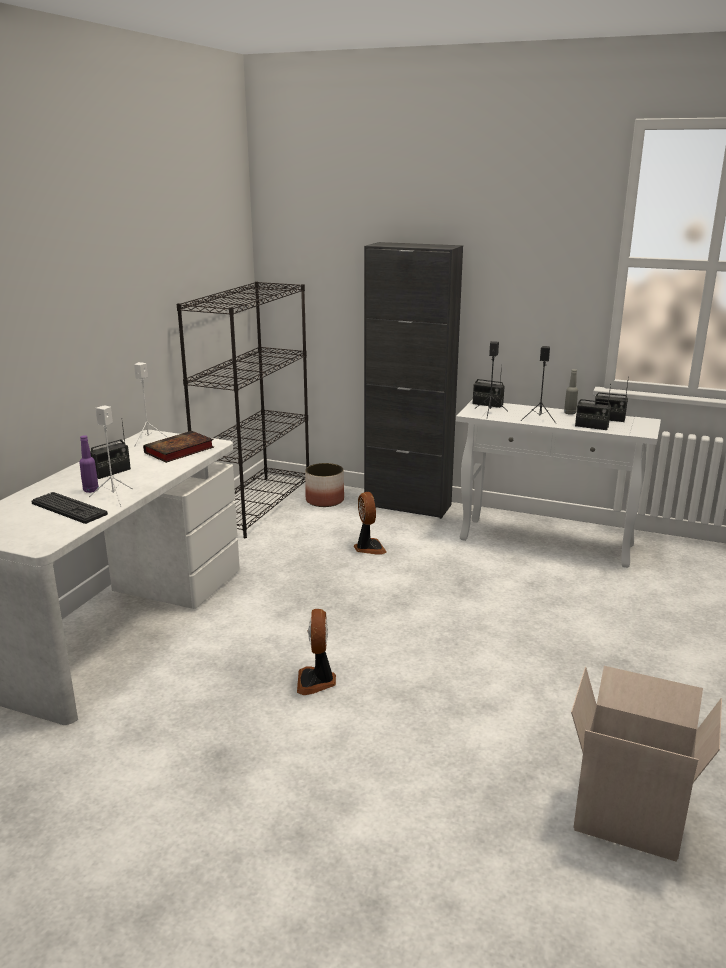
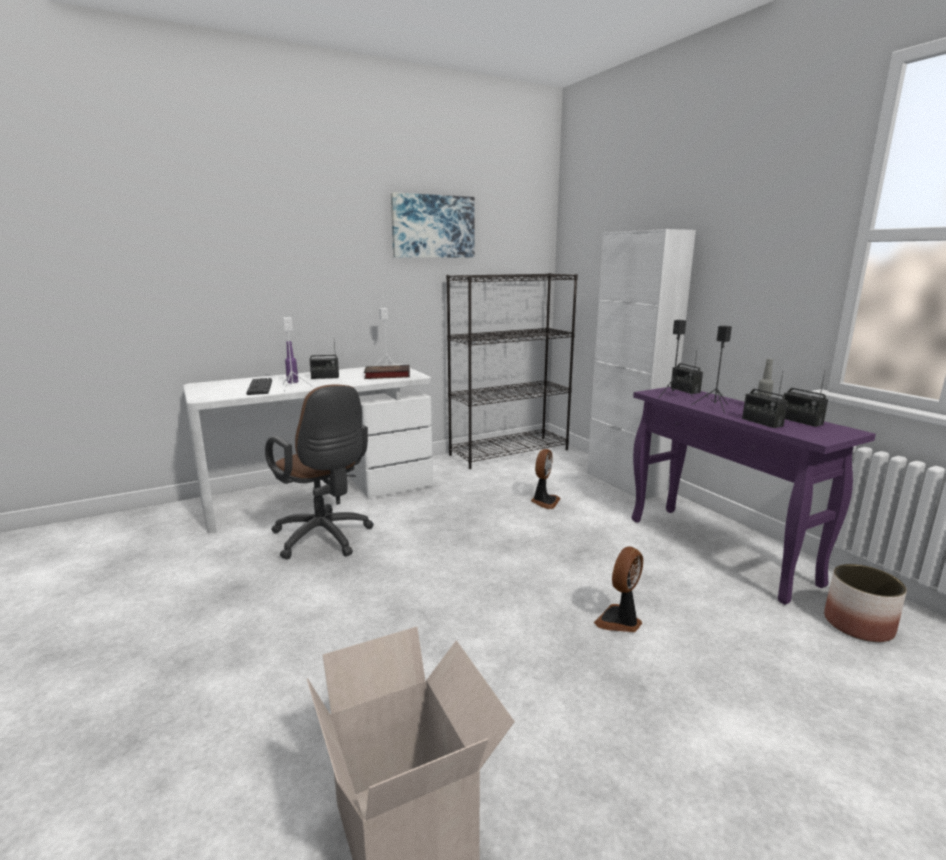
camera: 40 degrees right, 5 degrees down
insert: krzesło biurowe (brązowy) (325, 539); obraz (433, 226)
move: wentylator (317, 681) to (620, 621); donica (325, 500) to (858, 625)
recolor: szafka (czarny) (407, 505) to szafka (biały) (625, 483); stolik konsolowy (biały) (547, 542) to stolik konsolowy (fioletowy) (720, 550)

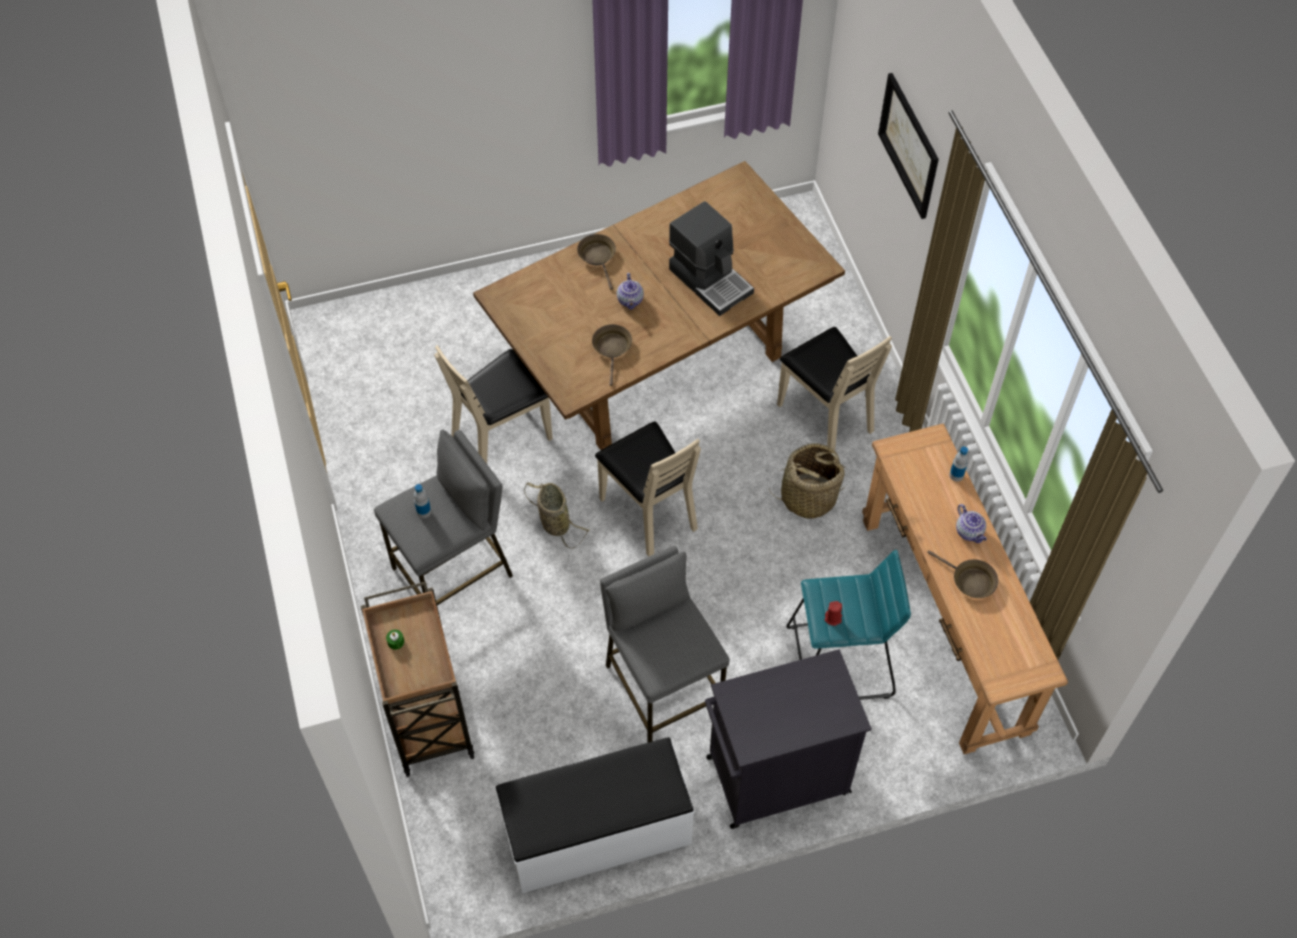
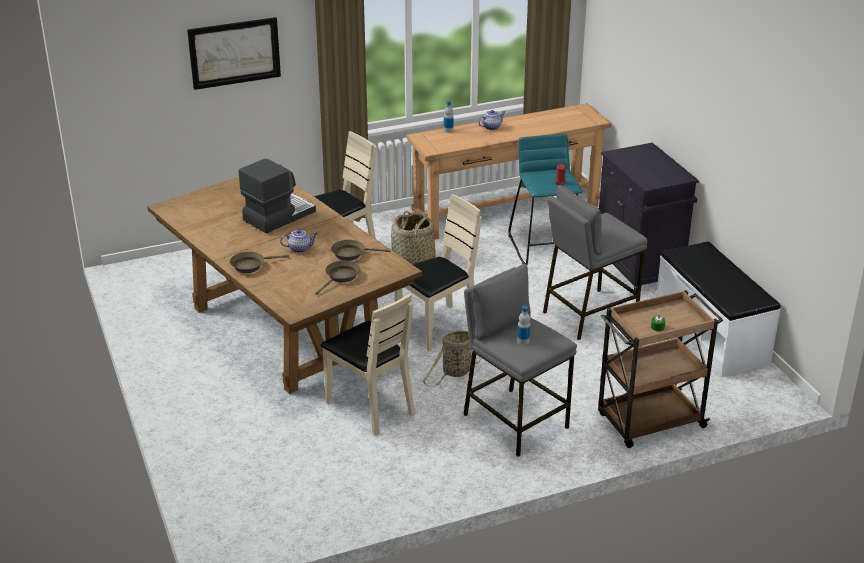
camera: 95 degrees left, 25 degrees down
move: patelnia (brązowy) (970, 580) to (341, 277)

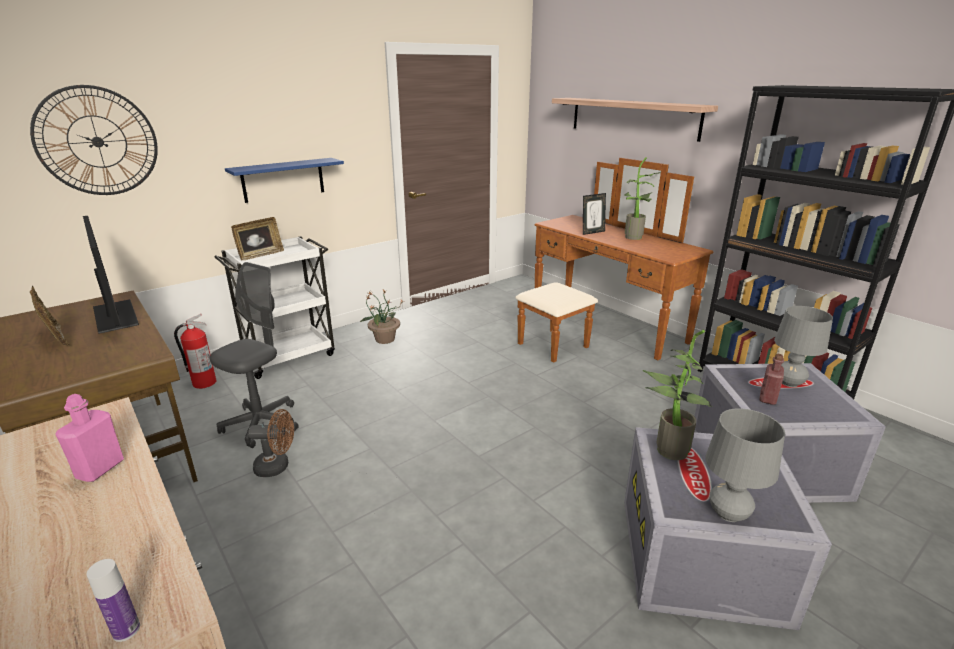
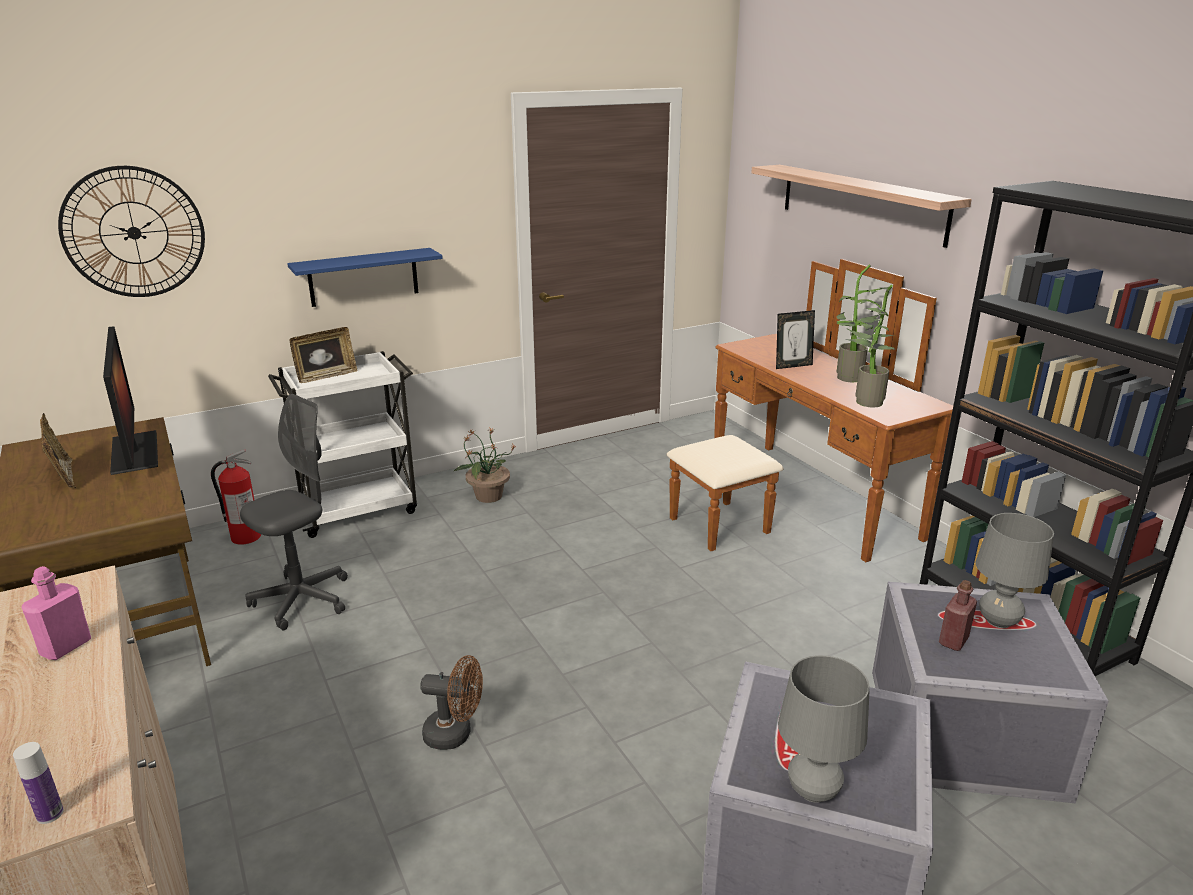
camera: 10 degrees right, 0 degrees up
move: wentylator (brązowy) (277, 466) to (455, 734); roślina doniczkowa (666, 450) to (864, 402)

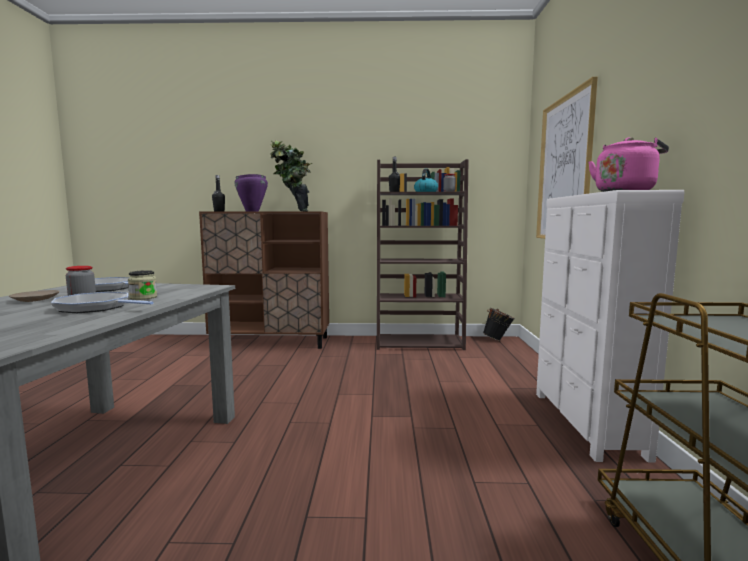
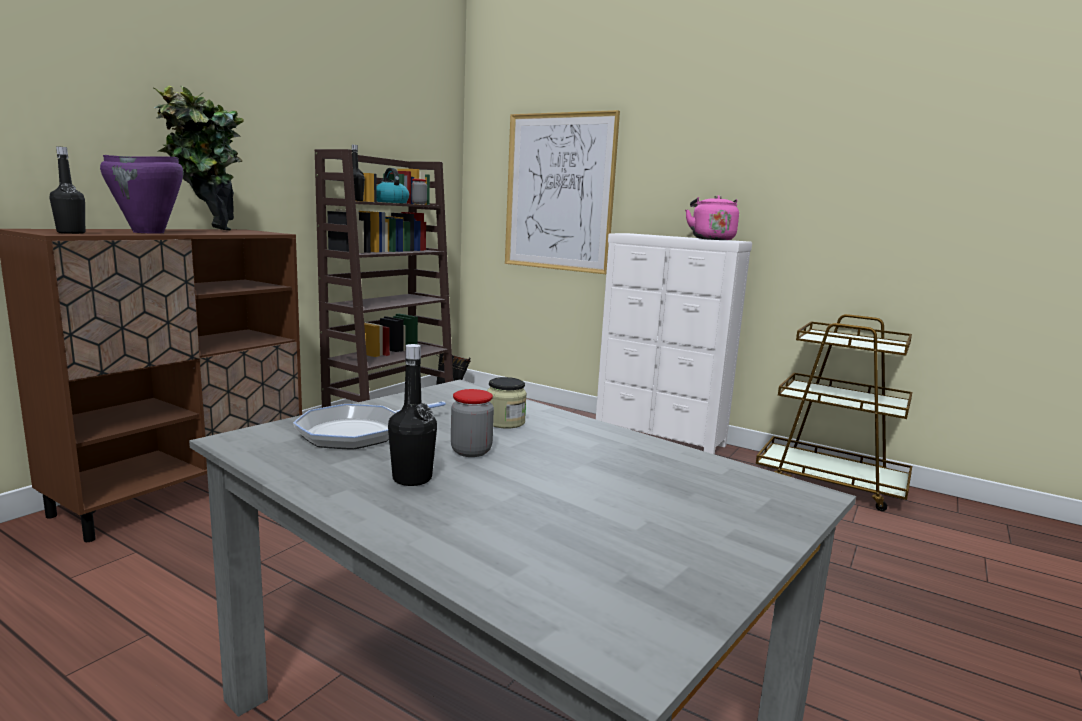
camera: 60 degrees left, 5 degrees up
delete: patelnia (96, 307)
replace: talerz (beżowy) (35, 300) to butelka (czarny) (412, 479)

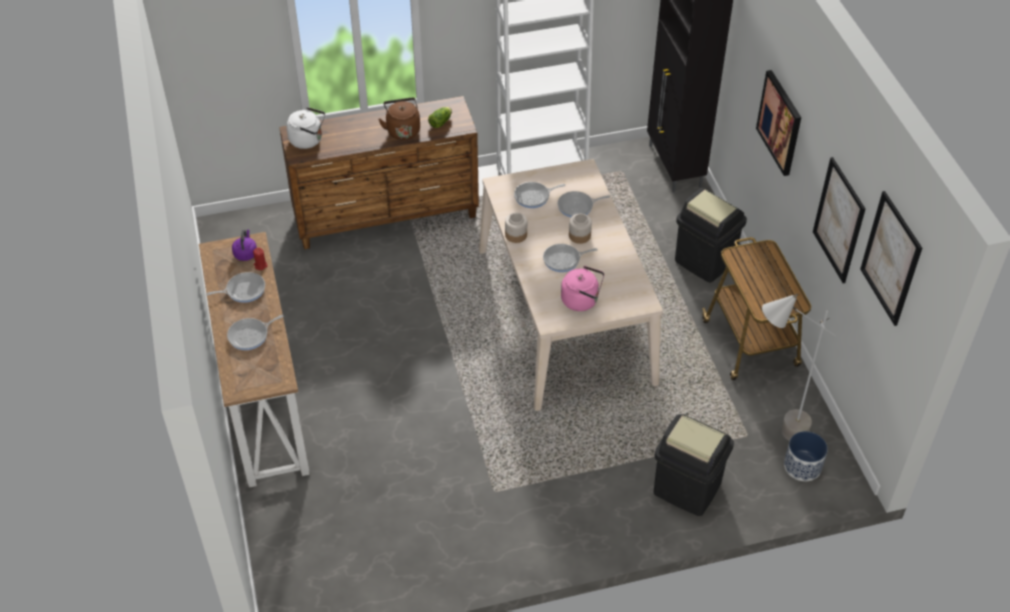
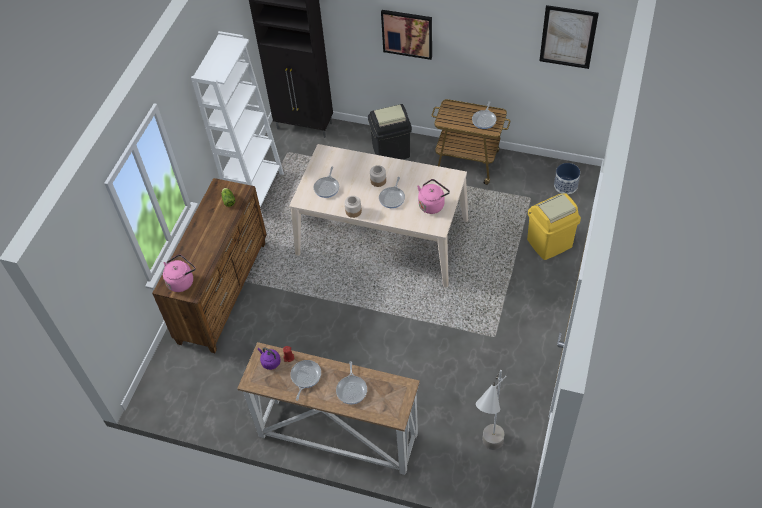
camera: 55 degrees left, 5 degrees up
delete: czajnik (brązowy) (402, 130); obraz (839, 220)
move: patelnia (577, 206) to (484, 120); lampa stojąca (szary) (772, 435) to (487, 455)
recolor: czajnik (biały) (308, 140) to czajnik (różowy) (182, 281); kosz na śmieci (czarny) (686, 489) to kosz na śmieci (żółty) (549, 243)

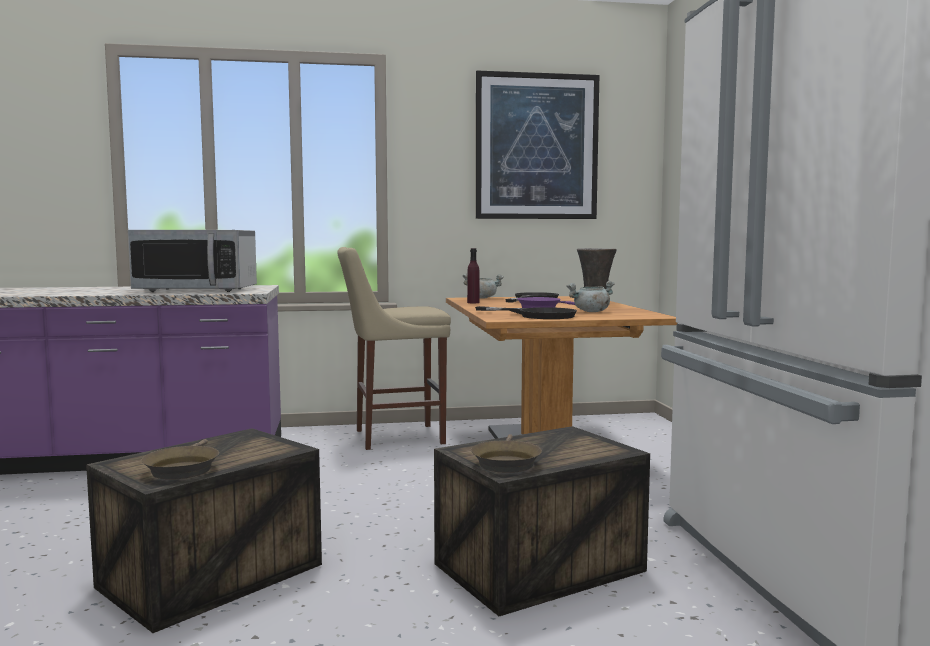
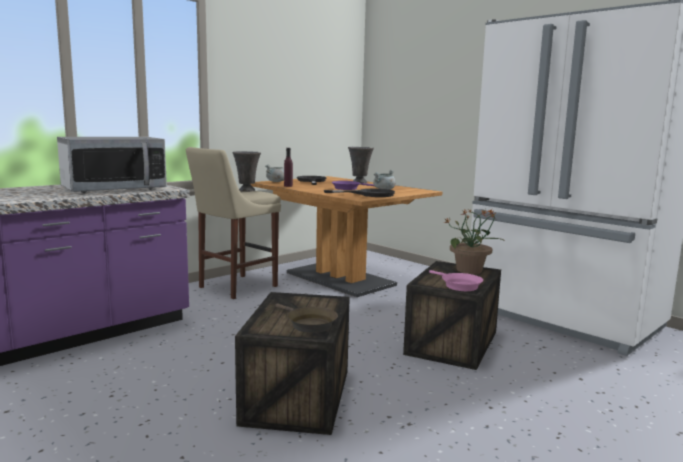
camera: 35 degrees left, 5 degrees up
delete: obraz (537, 147)
insert: wazon (szary) (247, 190); roślina doniczkowa (470, 270)
recolor: patelnia (brązowy) (505, 462) to patelnia (różowy) (458, 285)

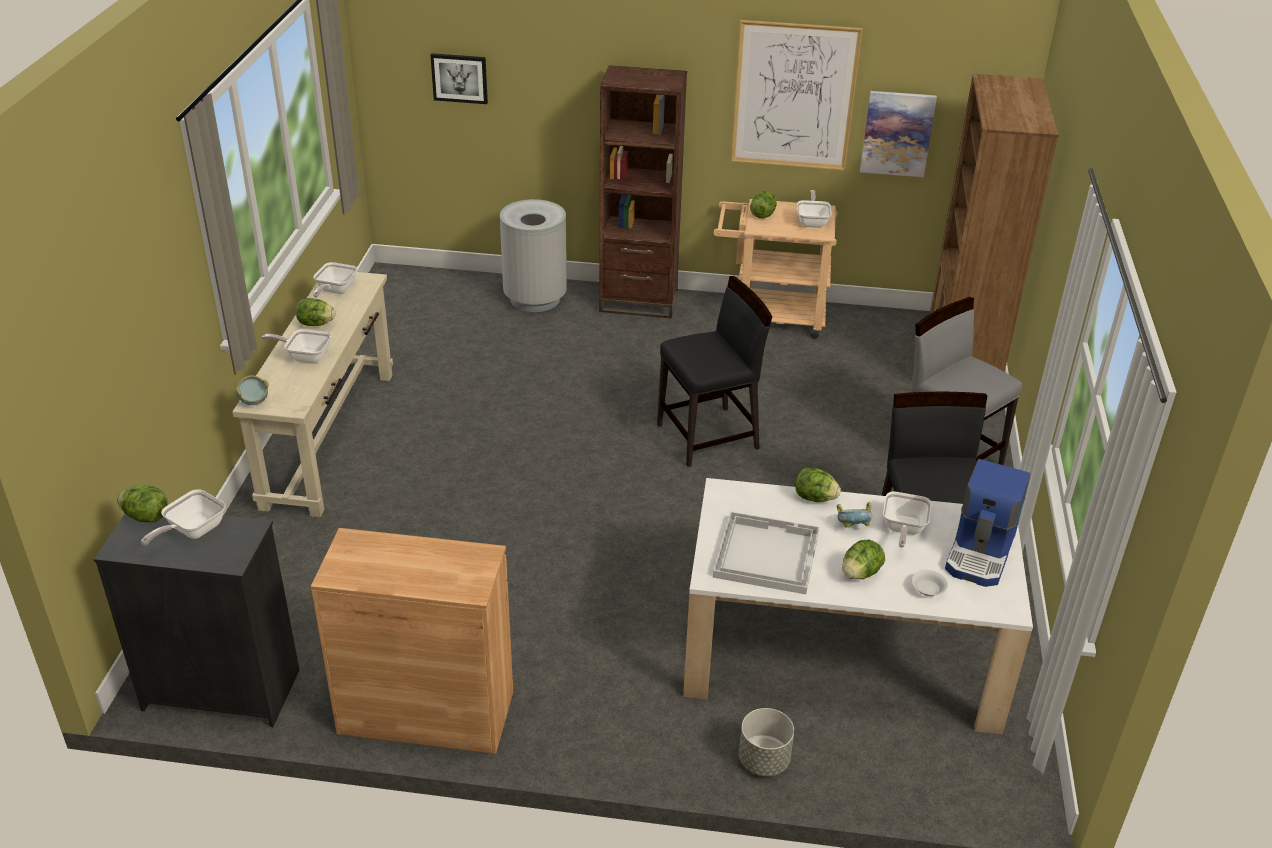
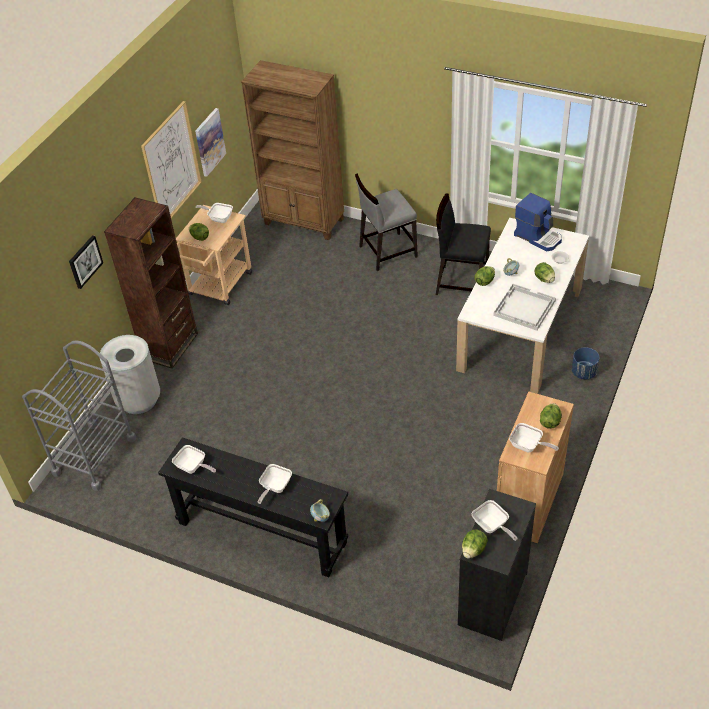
camera: 70 degrees left, 10 degrees up
delete: krzesło (czarny) (709, 436)
insert: wózek (szary) (94, 456)
move: sałata (316, 324) to (550, 422); obraz (459, 78) to (85, 261); patelnia (902, 529) to (528, 446)
recolor: stolik konsolowy (beżowy) (330, 438) to stolik konsolowy (czarny) (262, 532); donica (szary) (764, 761) to donica (niebieski) (584, 372)

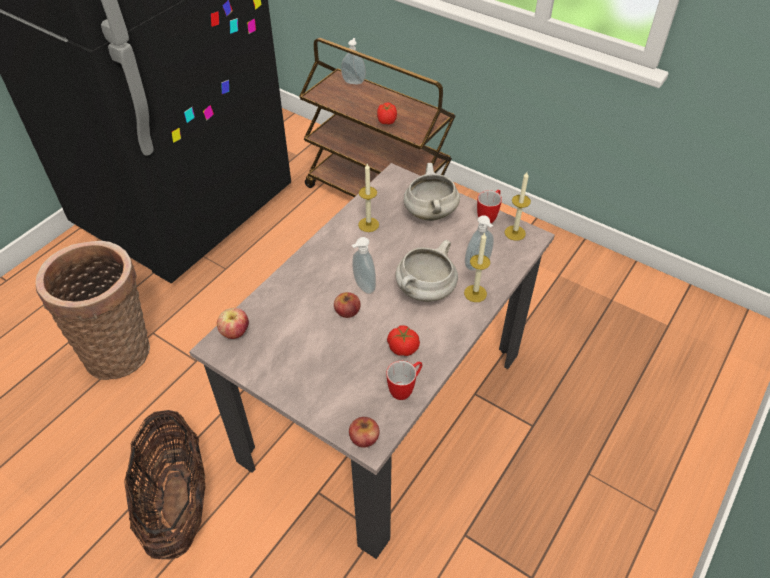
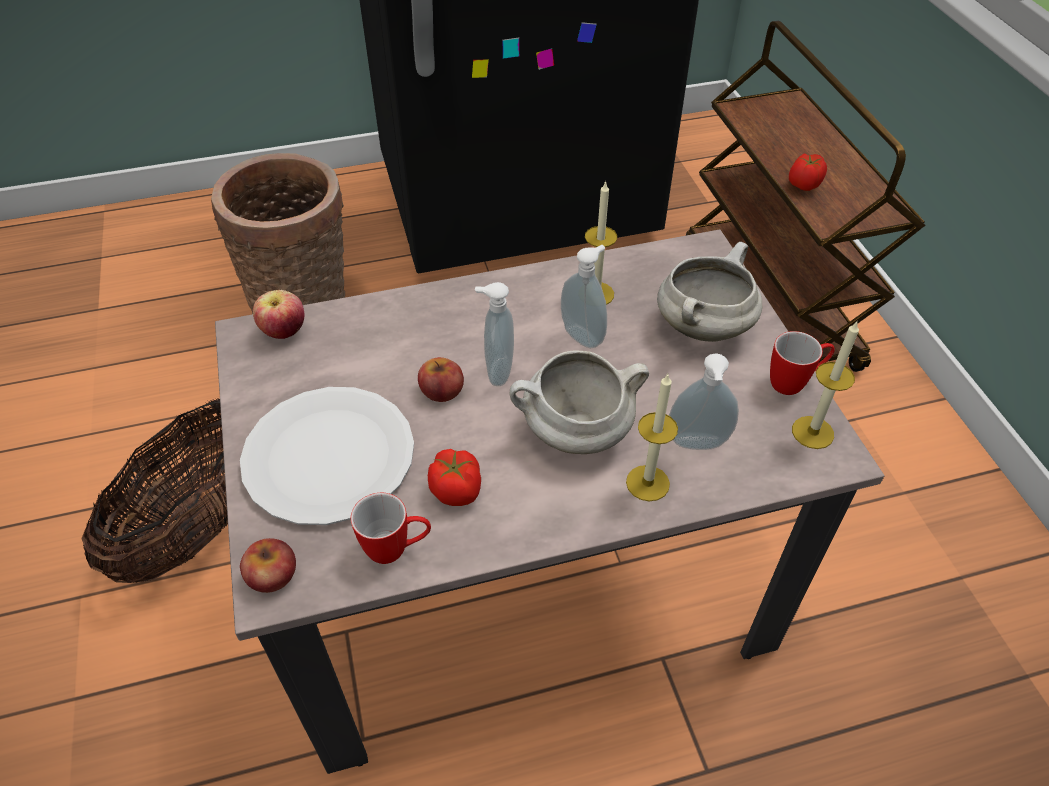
camera: 40 degrees right, 0 degrees up
insert: talerz (biały) (330, 457)
move: dozownik mydła (354, 81) to (584, 335)

